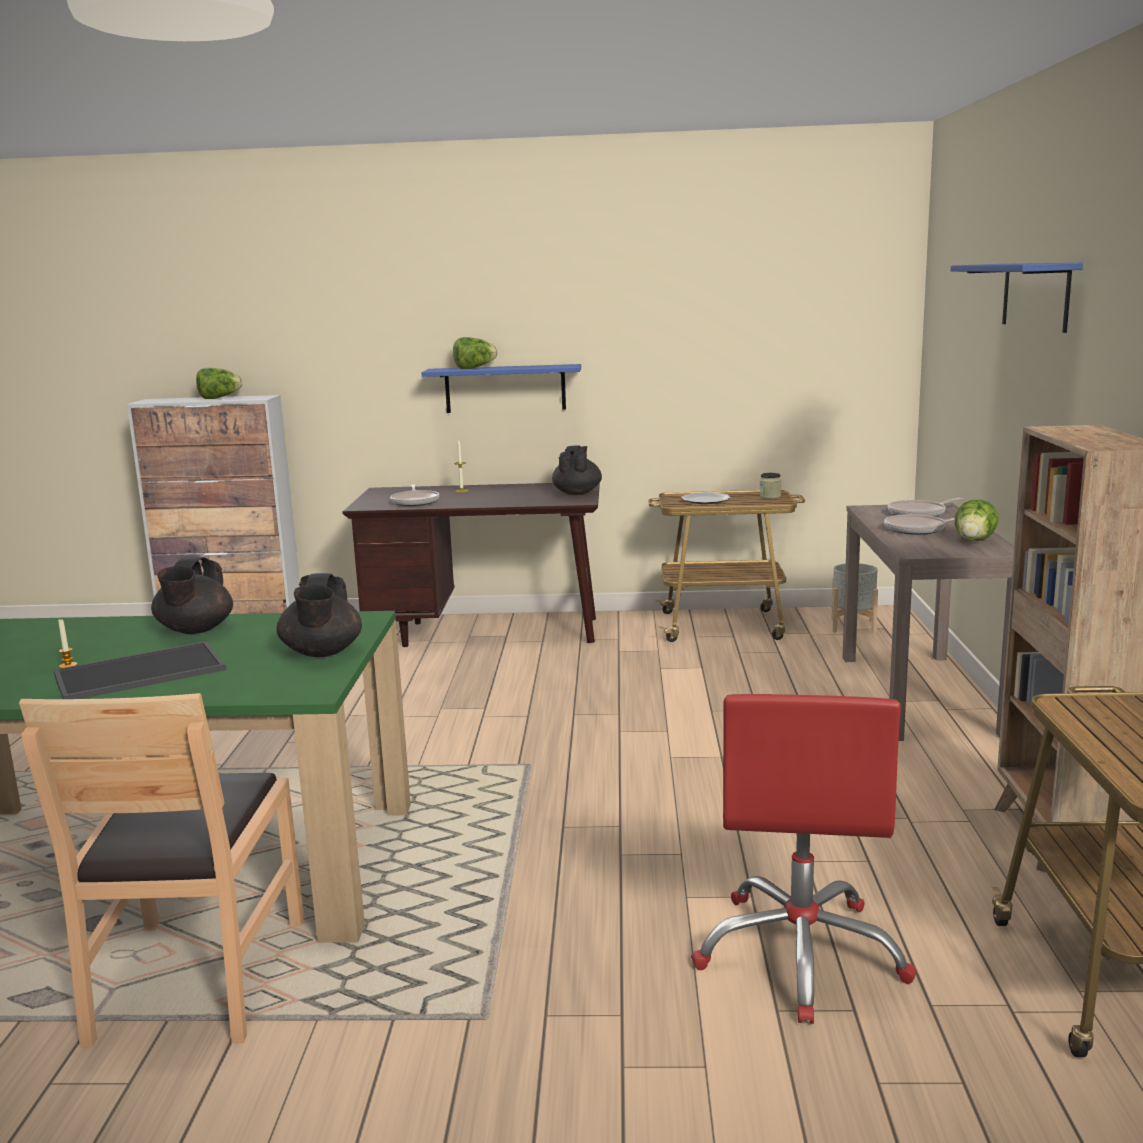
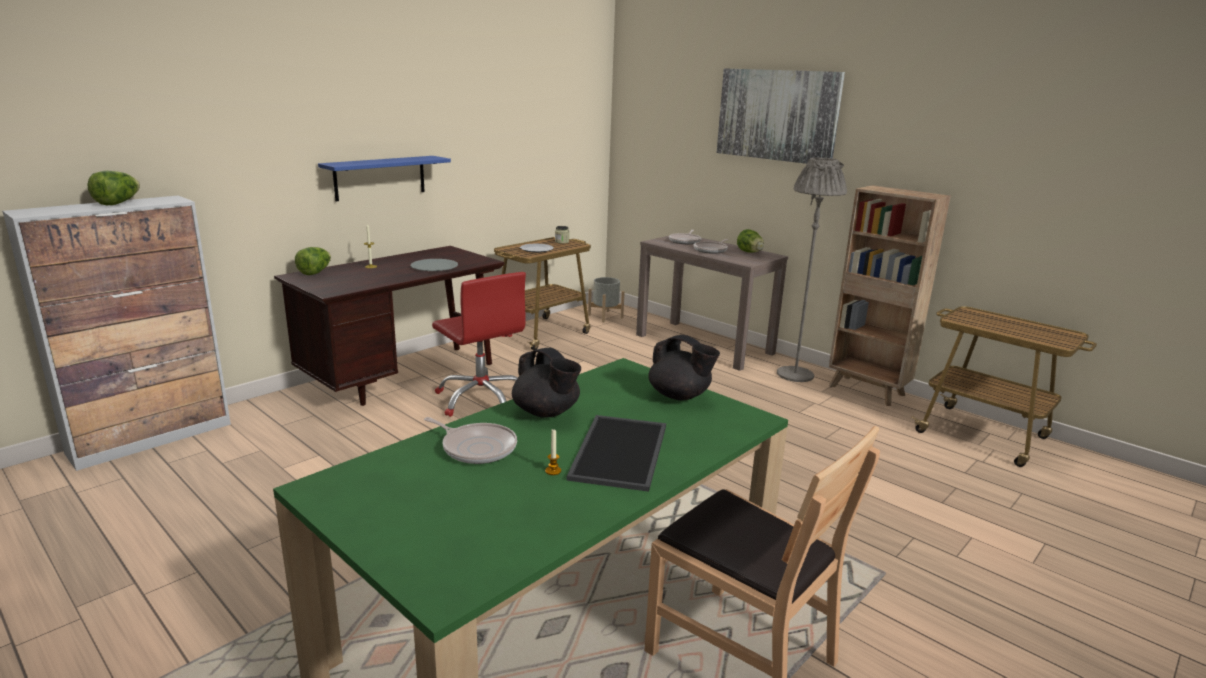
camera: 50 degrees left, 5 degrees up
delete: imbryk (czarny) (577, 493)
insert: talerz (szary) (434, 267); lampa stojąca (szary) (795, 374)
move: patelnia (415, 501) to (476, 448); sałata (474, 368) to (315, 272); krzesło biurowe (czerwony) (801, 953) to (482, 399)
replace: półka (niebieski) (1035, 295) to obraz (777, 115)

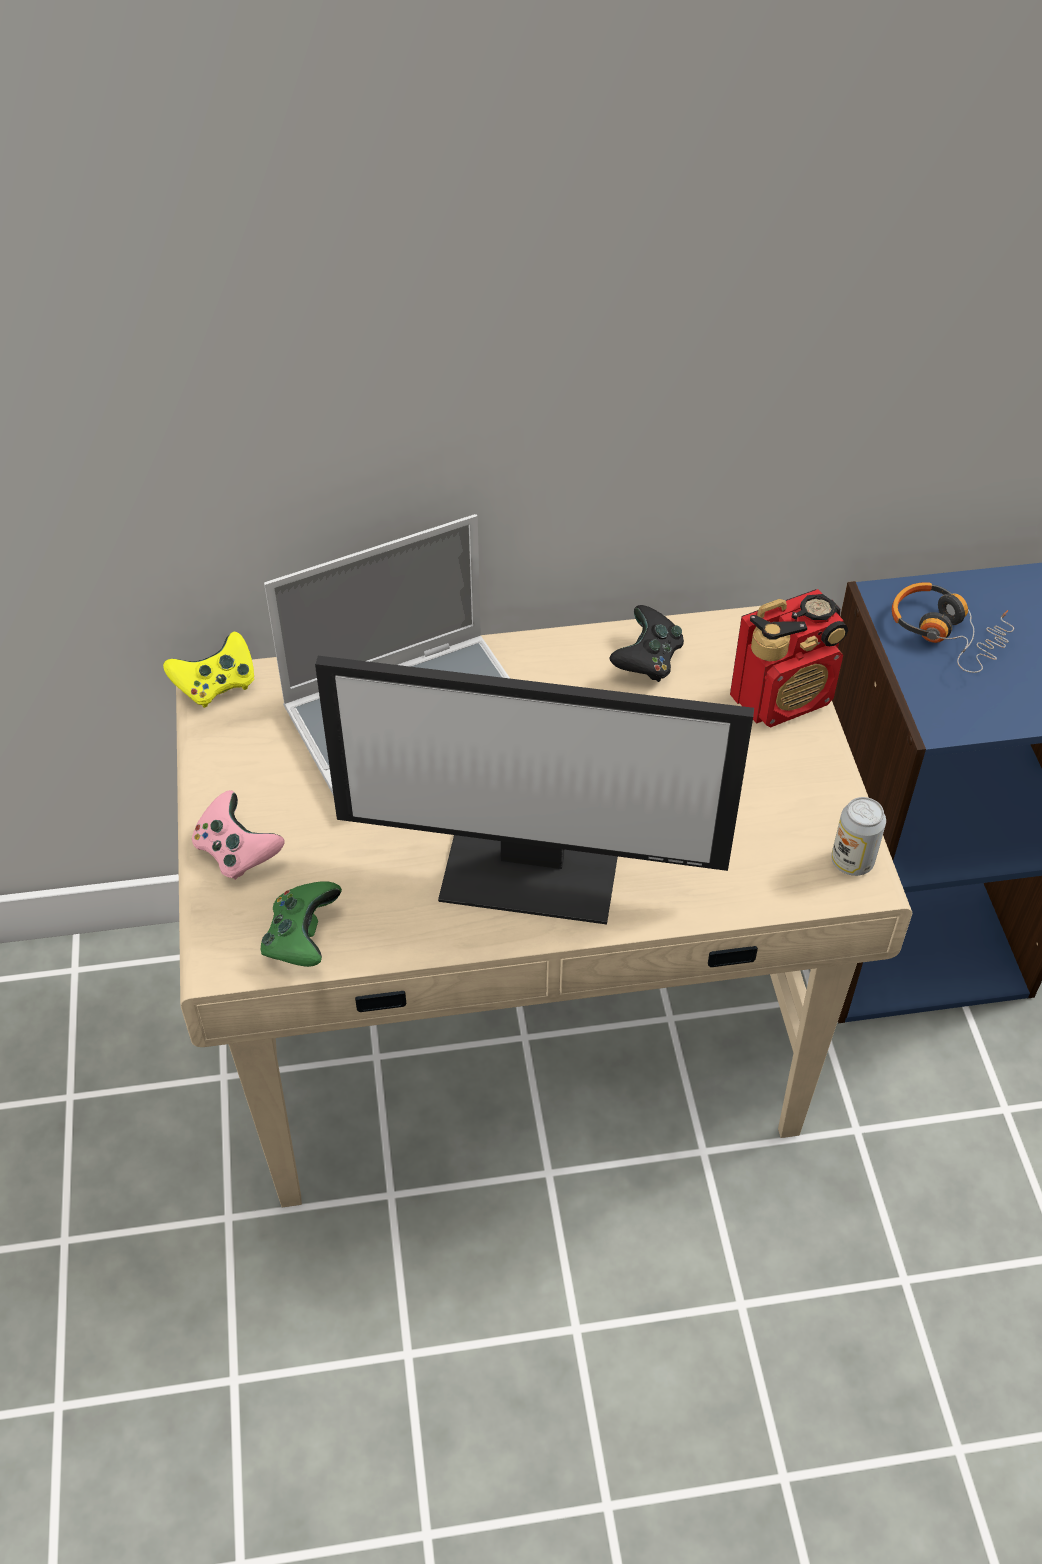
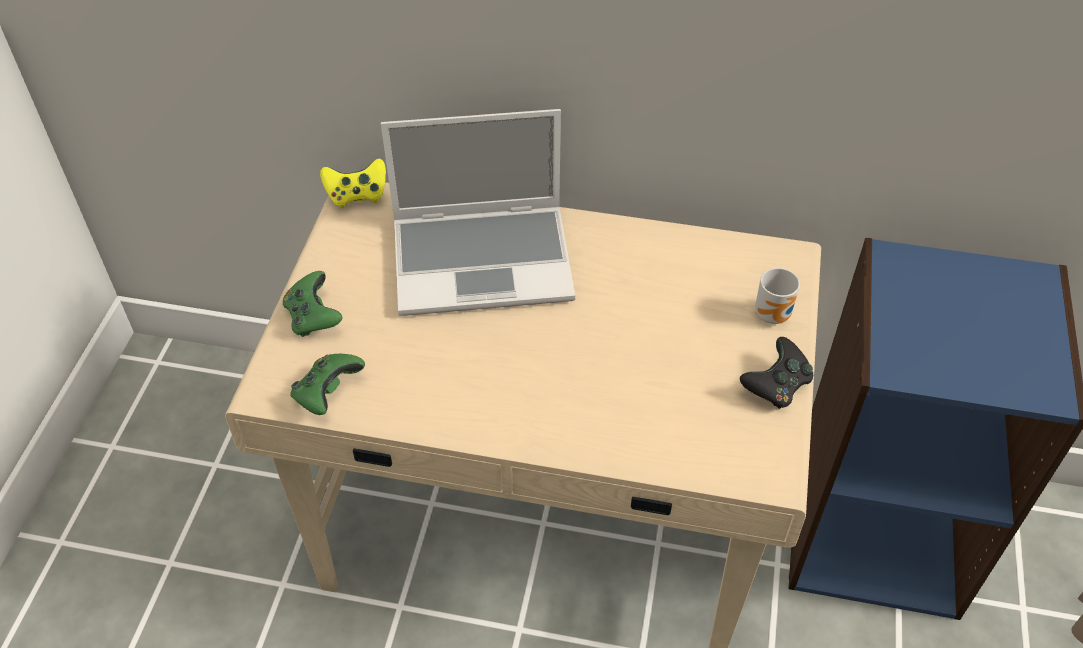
camera: 20 degrees right, 0 degrees up
delete: monitor (533, 869); puszka (852, 861); słuchawki (947, 633)
move: pad do gier (czarny) (647, 661) to (776, 386)
replace: radio (783, 698) to kubek (775, 315)
recolor: pad do gier (różowy) (237, 852) to pad do gier (zielony) (313, 317)

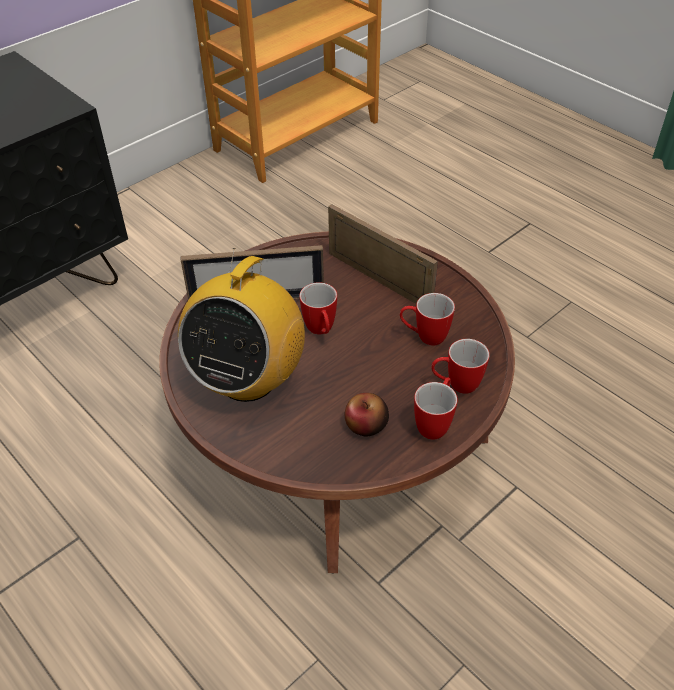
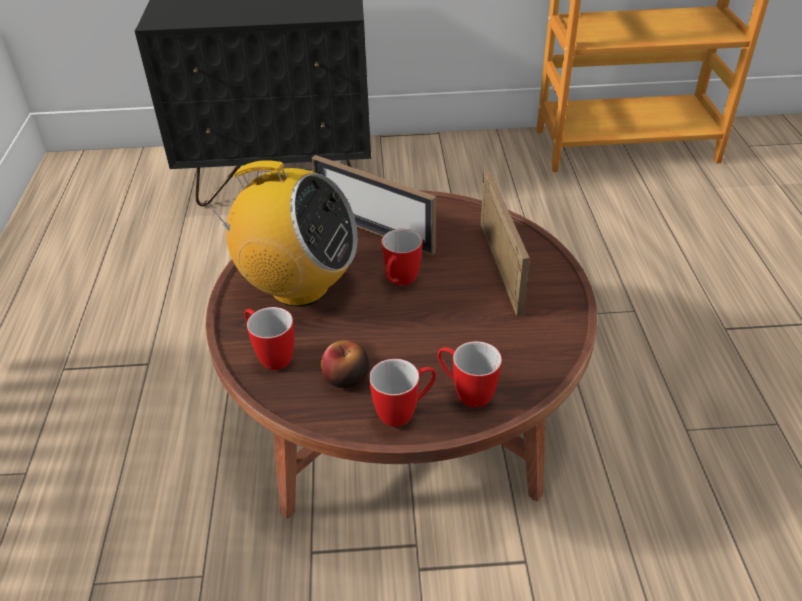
camera: 40 degrees right, 5 degrees down
move: kubek (424, 336) to (270, 355)
rotate: radio (248, 379) = (298, 287) 135 degrees counterclockwise

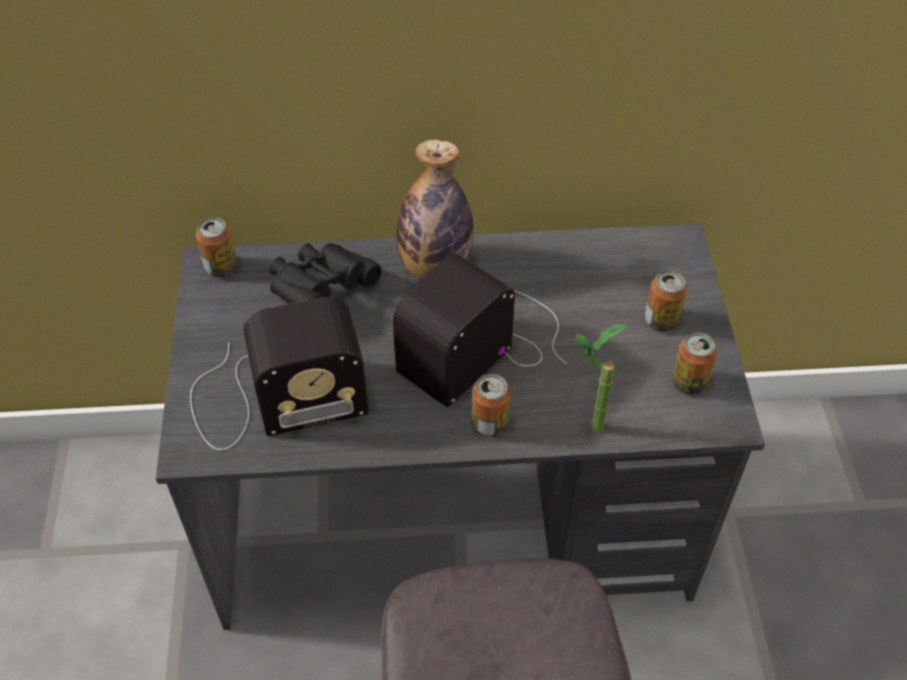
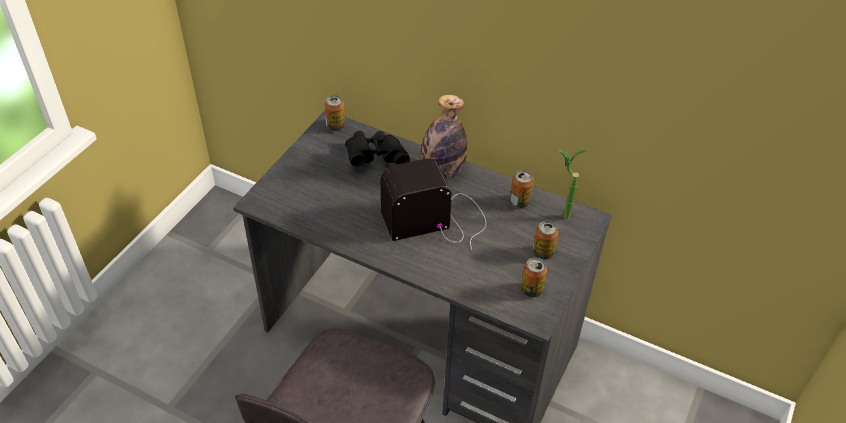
camera: 30 degrees right, 5 degrees down
delete: radio (272, 399)
move: puszka (489, 424) to (519, 202); roślina doniczkowa (584, 429) to (560, 214)

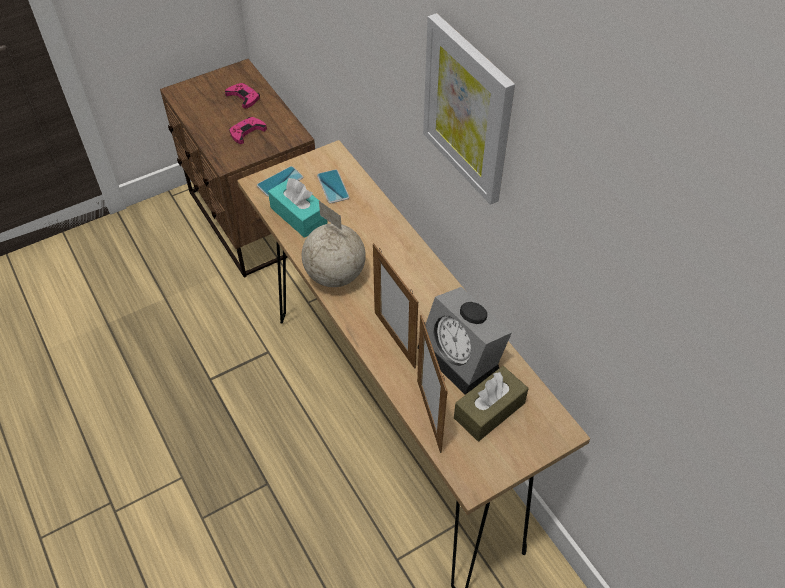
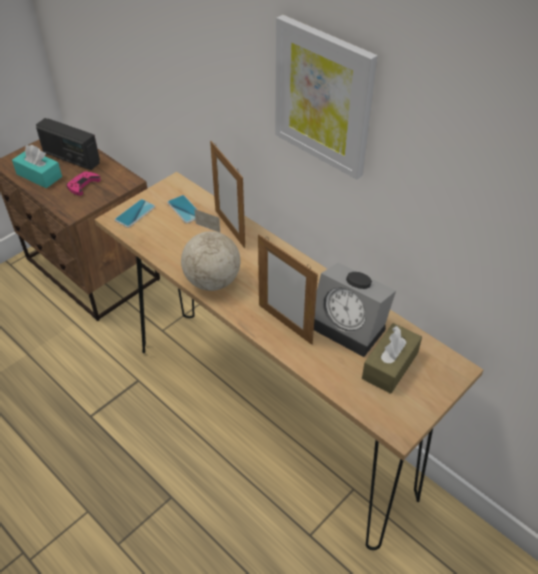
camera: 15 degrees left, 5 degrees down
move: pudełko chusteczek (turkusowy) (298, 215) to (39, 175); ramka na zdjęcie (429, 415) to (230, 228)
replace: pad do gier (różowy) (243, 97) to radio (71, 158)

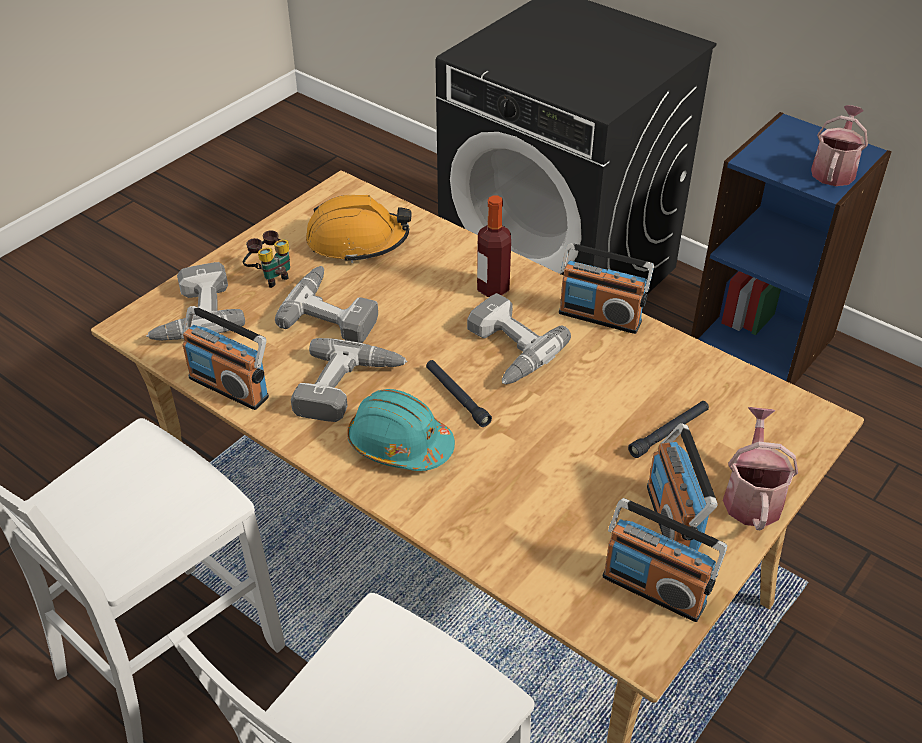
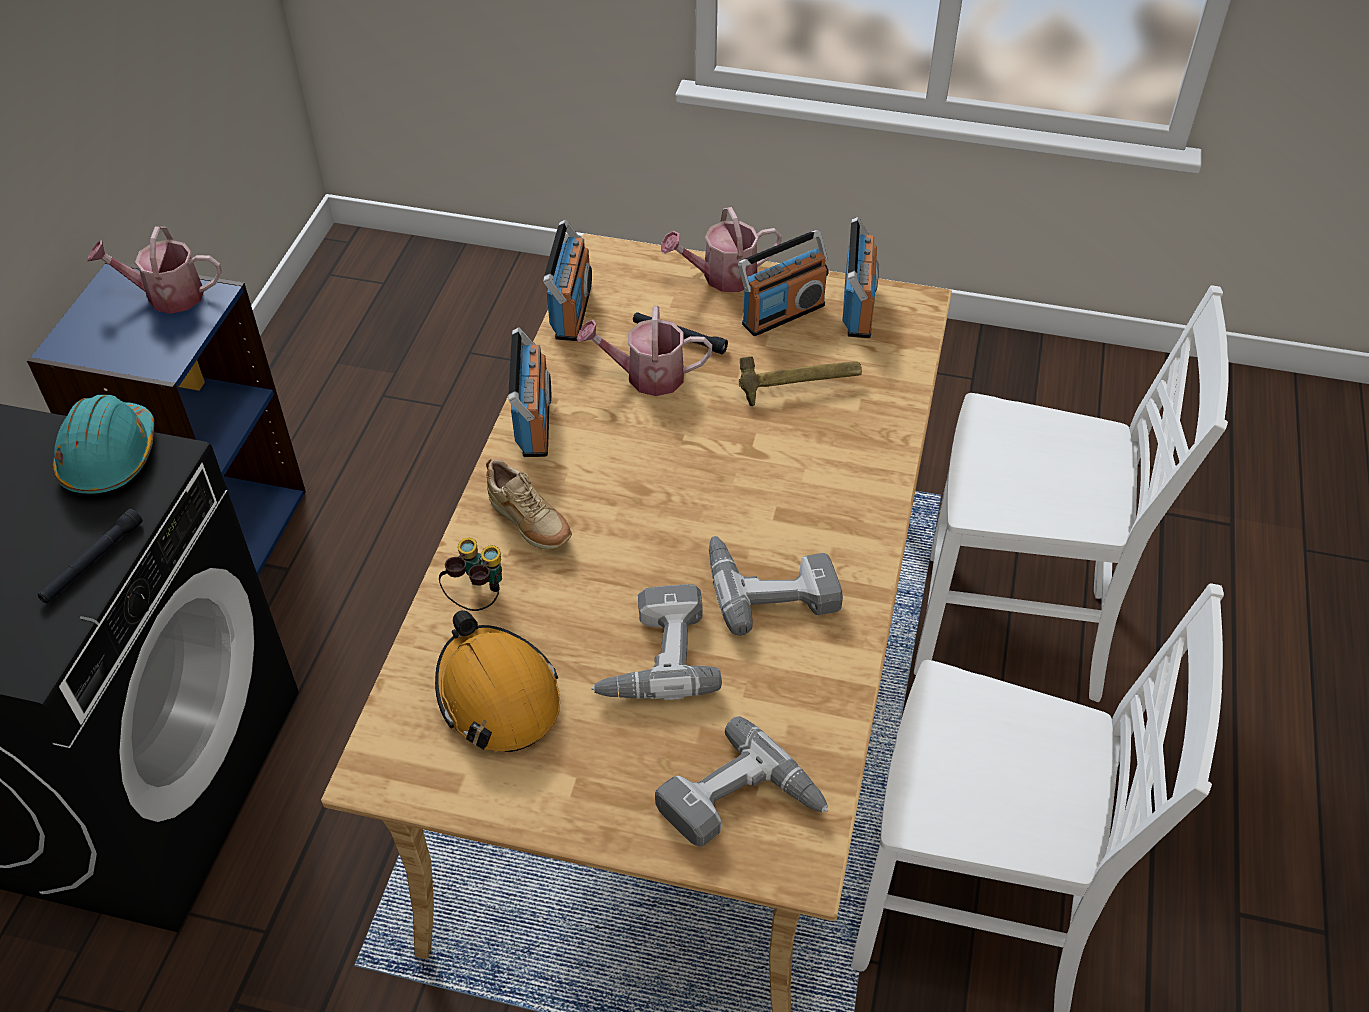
camera: 115 degrees left, 5 degrees up
delete: wiertarka (506, 350)
insert: konewka (646, 376); młotek (799, 389)
move: radio (229, 387) to (572, 311); lornetka (271, 276) to (477, 598); kask (turkusowy) (399, 444) to (110, 458); latarka (czarny) (457, 397) to (92, 562)
replace: butelka (493, 288) to but (beżowy) (529, 525)

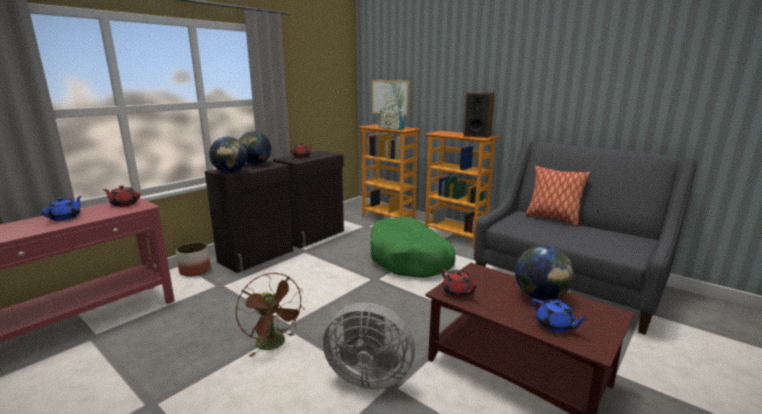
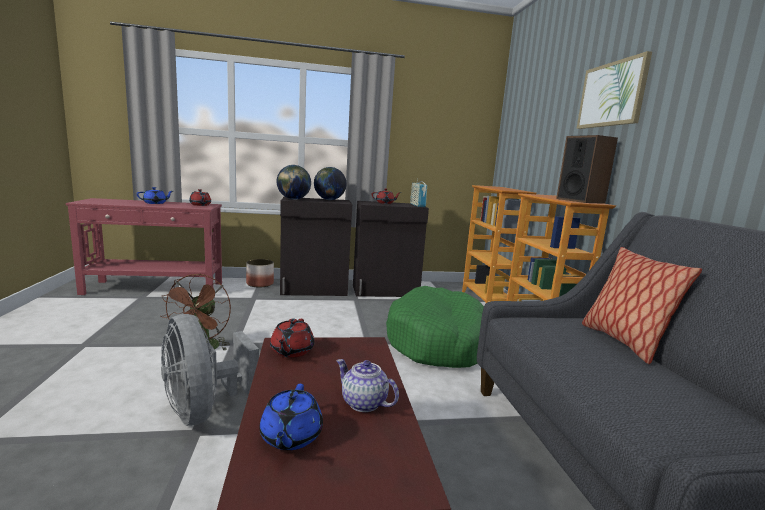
camera: 40 degrees right, 5 degrees down
move: obraz (391, 97) to (612, 94); radio (391, 128) to (417, 205)
replace: globus (540, 297) to imbryk (363, 403)

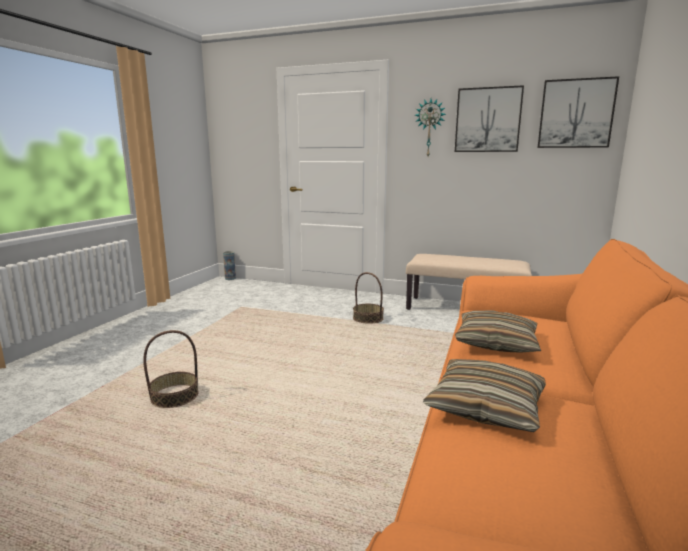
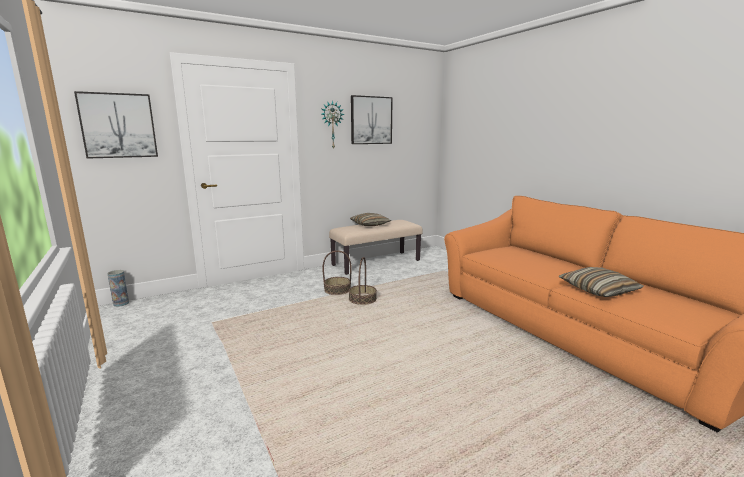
camera: 50 degrees left, 0 degrees up
move: koszyk (175, 396) to (362, 299); poduszka (496, 343) to (370, 224); obraz (576, 114) to (118, 125)

